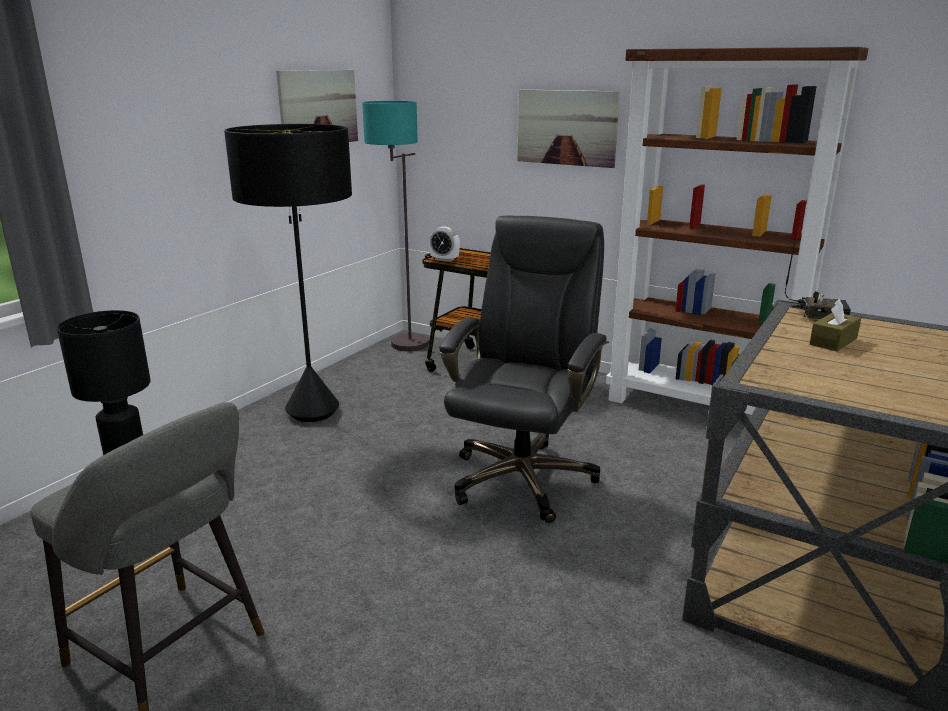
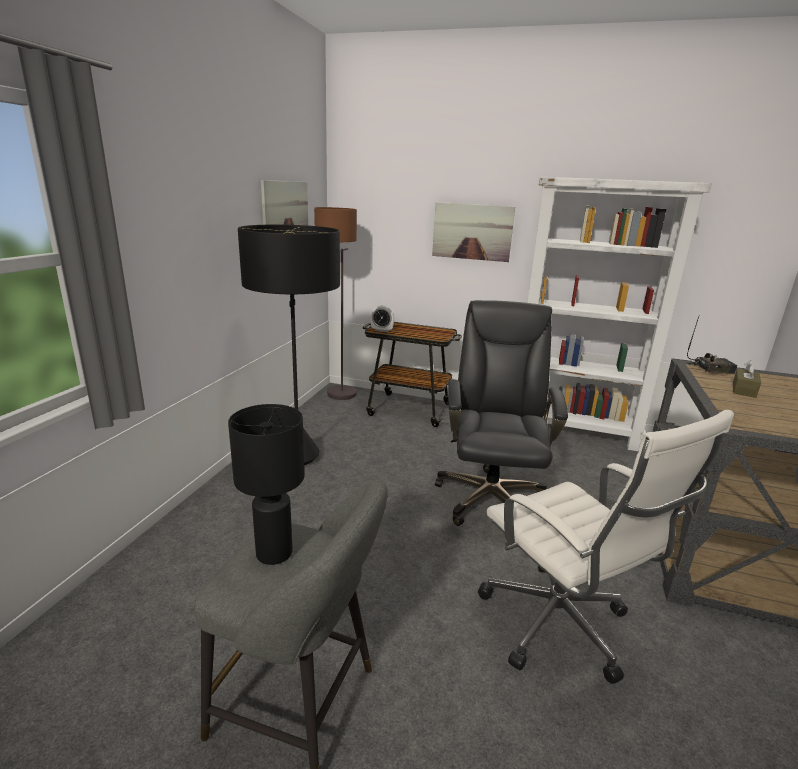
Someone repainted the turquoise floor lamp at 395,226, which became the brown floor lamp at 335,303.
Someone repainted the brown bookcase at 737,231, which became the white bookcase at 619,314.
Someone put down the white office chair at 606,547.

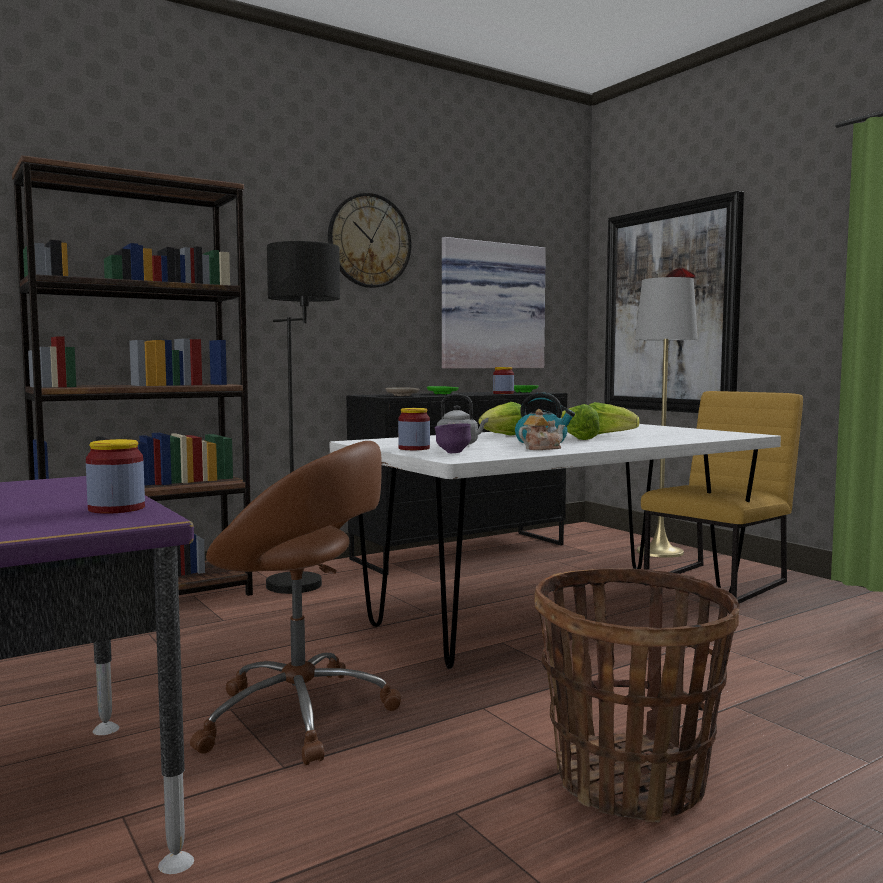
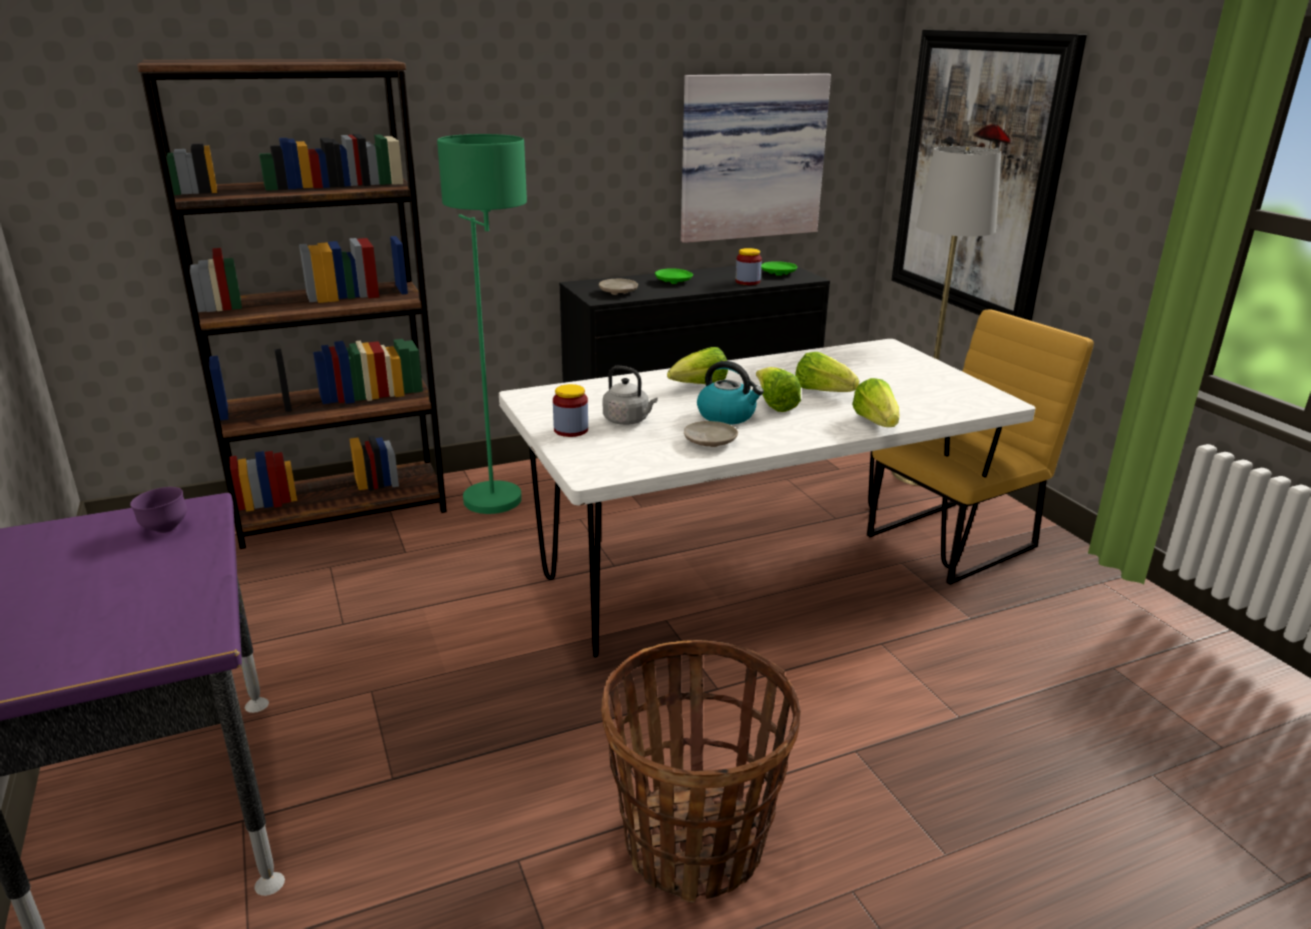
Someone took away the jar at 115,476.
Someone took away the brown office chair at 295,603.
Someone repainted the black floor lamp at 303,417, which became the green floor lamp at 482,324.
Someone took away the wall clock at 369,240.
Someone carried the purple bowl from 452,438 to 158,510.
Someone swapped the teapot at 542,429 for the beige plate at 711,434.
Someone put down the lettuce at 875,402.

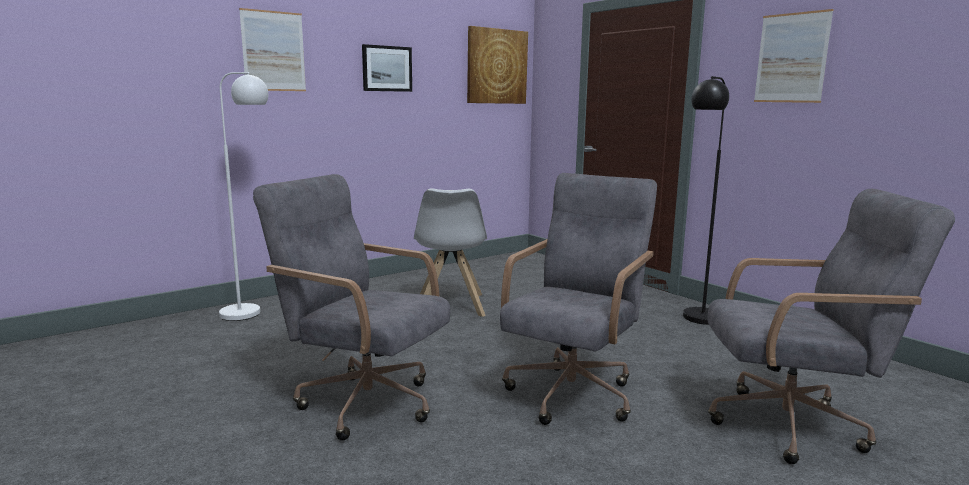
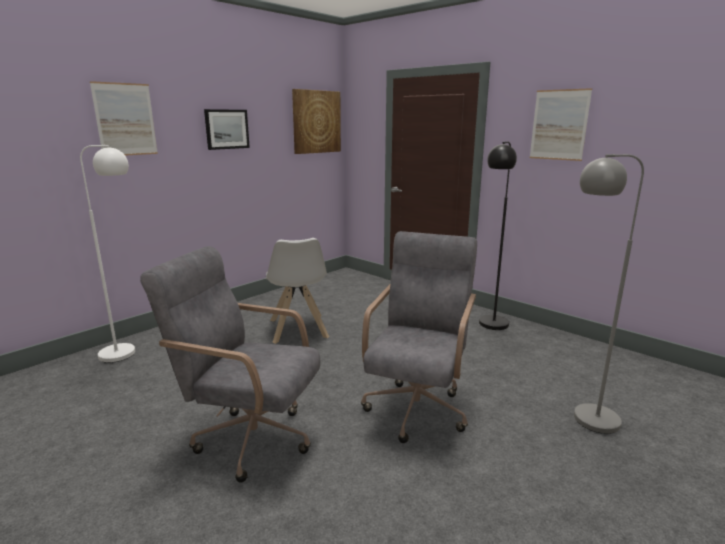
Someone swapped the grey office chair at 831,326 for the grey floor lamp at 609,294.

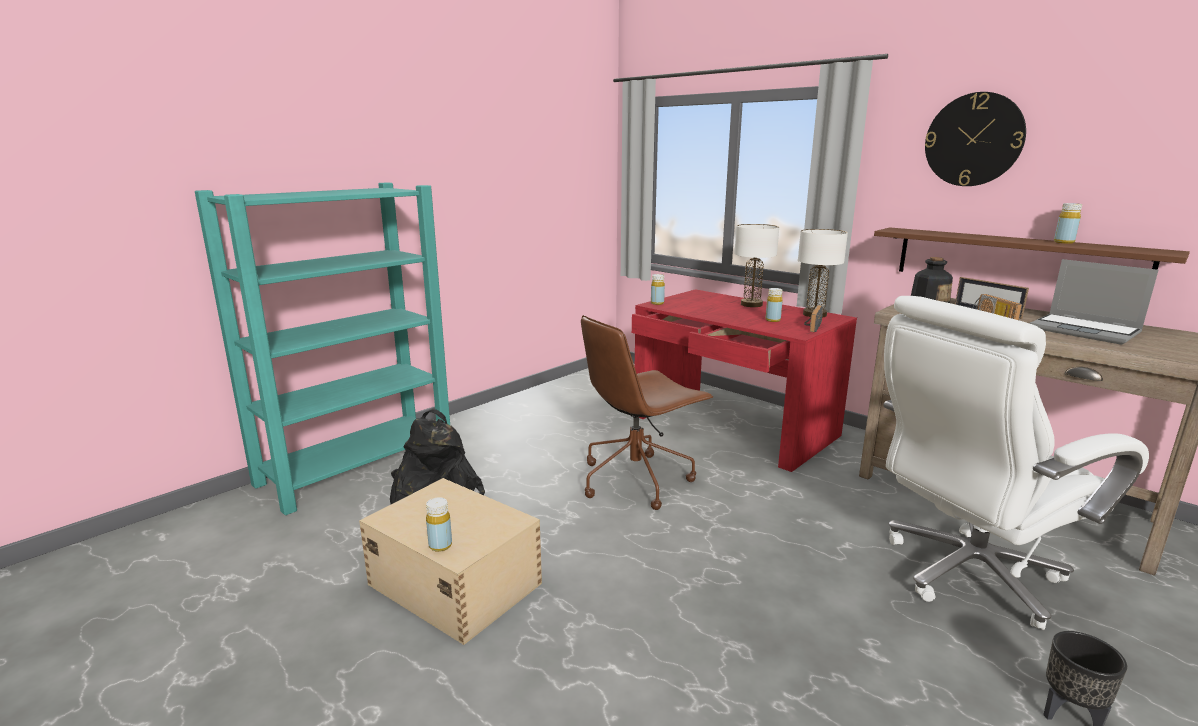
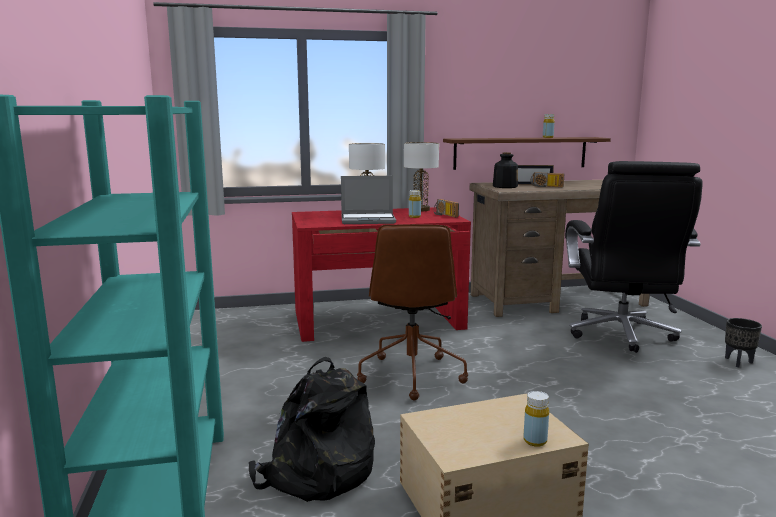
Someone took away the yellow bottle at 658,289.
Someone repainted the white office chair at 1016,463, which became the black office chair at 634,257.
Someone took away the wall clock at 975,139.
Someone carried the laptop from 1094,302 to 368,200.

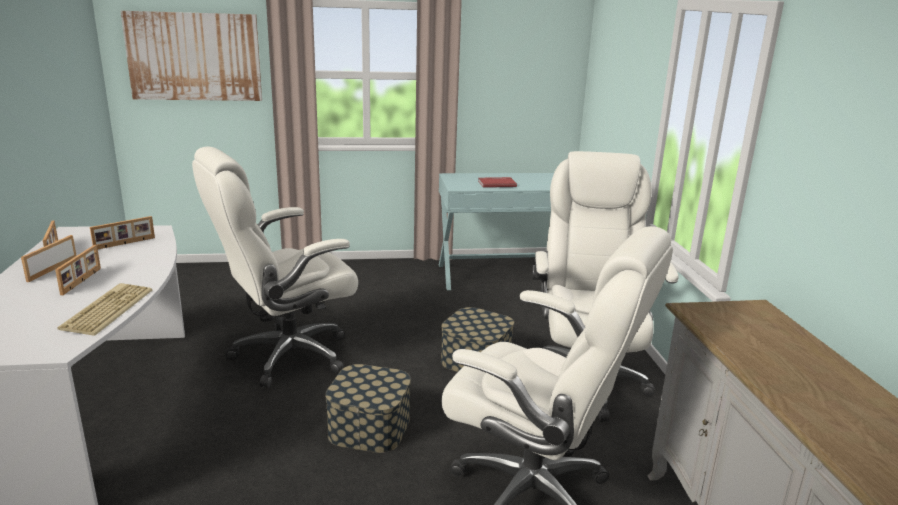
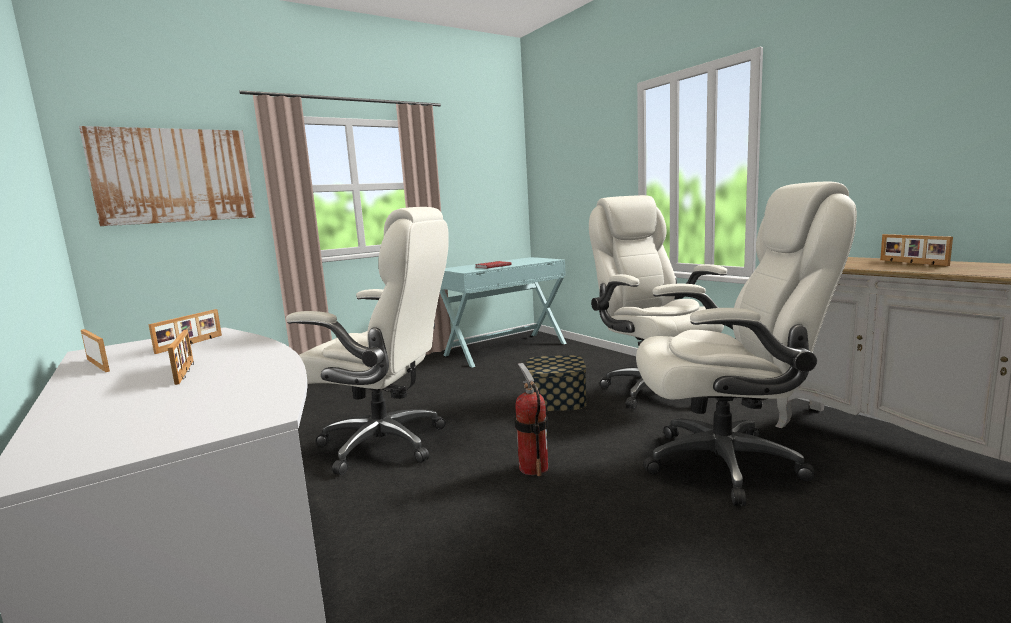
Someone carried the picture frame from 49,258 to 916,250.
Someone took away the keyboard at 104,309.
Someone rotated the white office chair at 275,267 by 105 degrees counterclockwise.
Someone swapped the storage box at 368,408 for the fire extinguisher at 531,419.

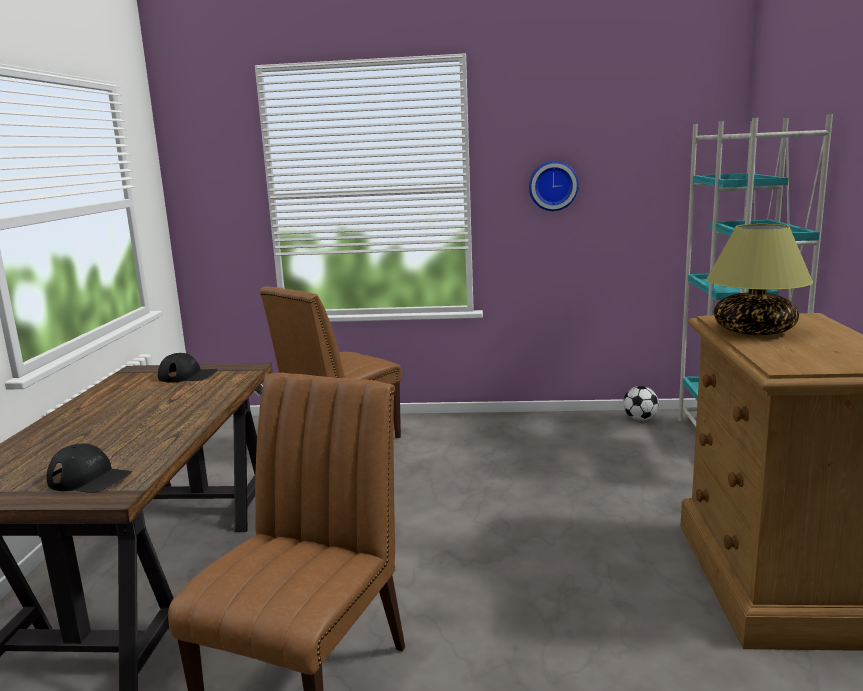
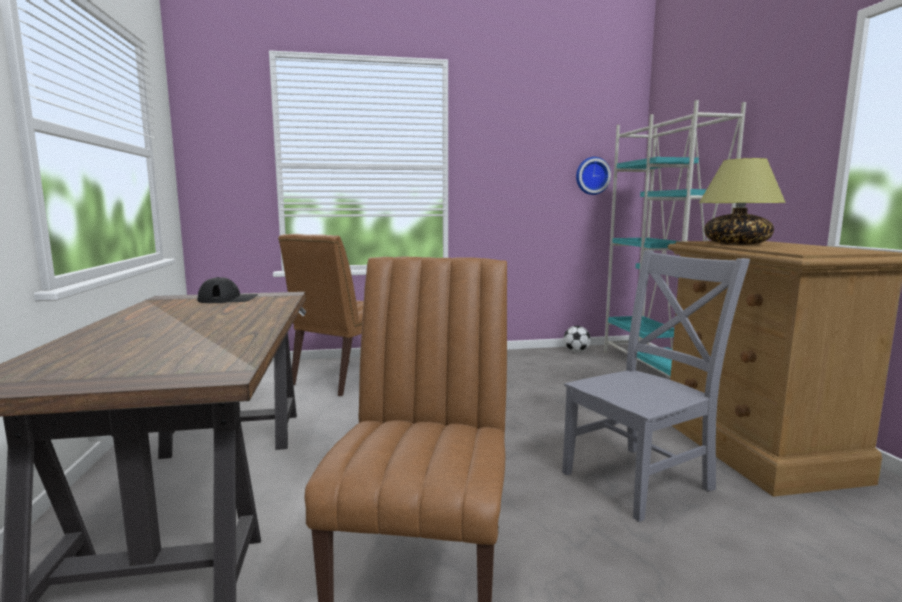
Someone took away the black cap at 89,468.
Someone carried the wall clock from 554,186 to 593,176.
Someone put down the grey chair at 656,386.

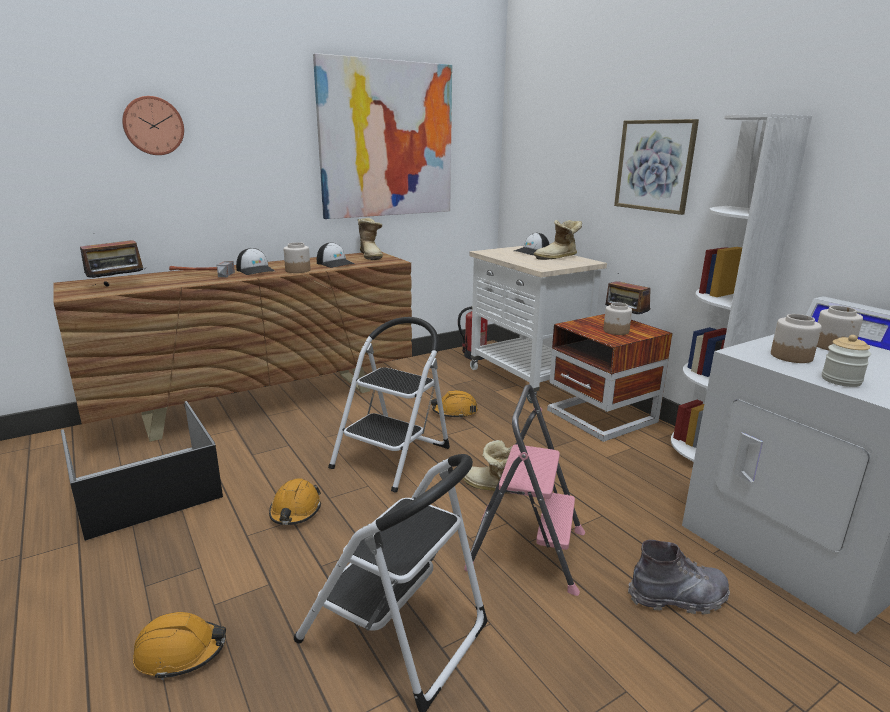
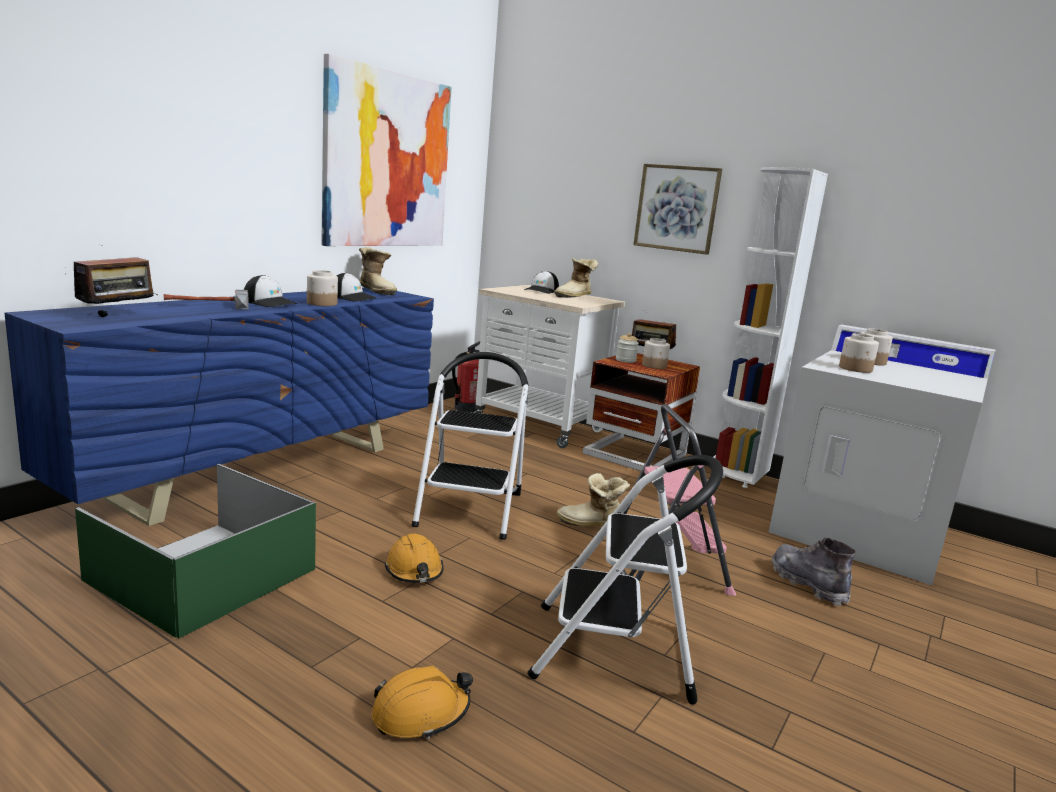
Someone repainted the brown cabinet at 232,347, which became the blue cabinet at 219,406.
Someone repainted the black storage box at 142,471, which became the green storage box at 195,551.
Someone took away the wall clock at 153,125.
Someone took away the orange hard hat at 454,404.
Someone rotated the grey boot at 679,577 by 90 degrees counterclockwise.
Someone carried the jar from 846,361 to 627,348.

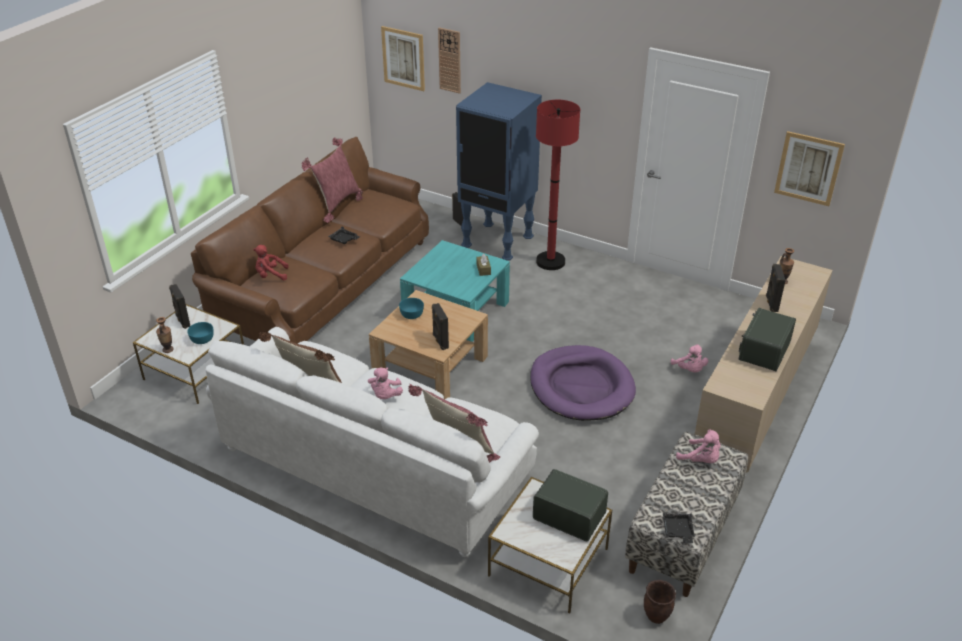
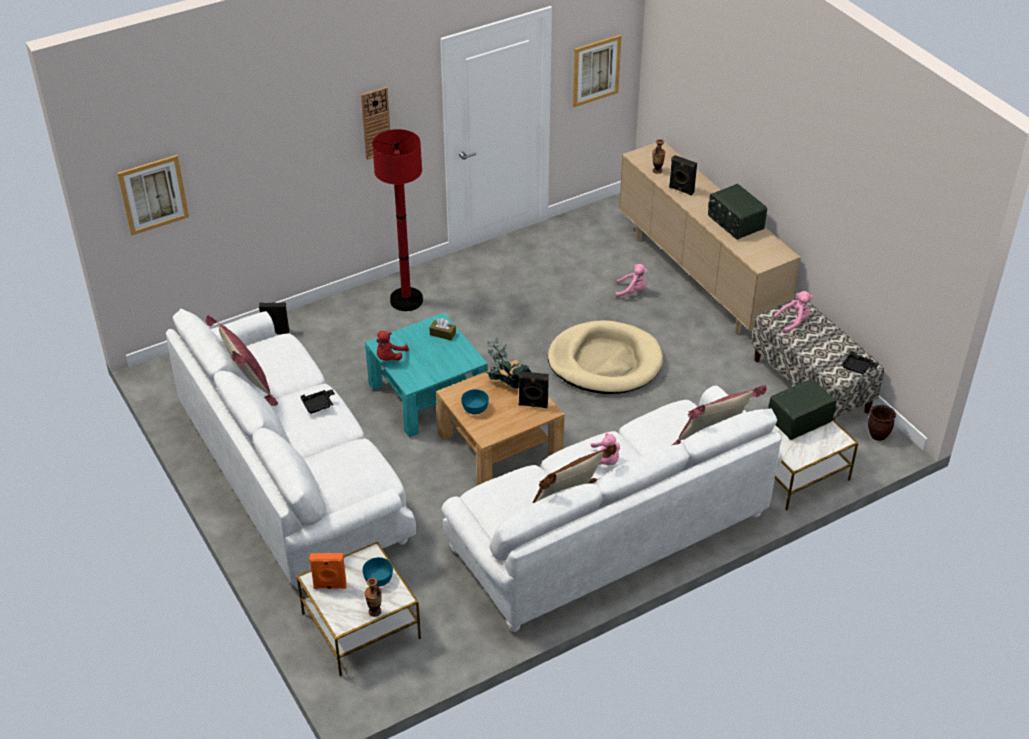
Someone repainted the black speaker at 179,306, which became the orange speaker at 327,571.
Someone repainted the brown sofa at 310,240, which became the white sofa at 291,448.
Someone carried the red plush toy from 271,262 to 392,346.
Someone carried the wall clock from 449,60 to 375,123.
Someone took away the blue cabinet at 499,171.
Someone repainted the purple dog bed at 583,383, which became the beige dog bed at 605,357.
Someone put down the potted plant at 508,363.

